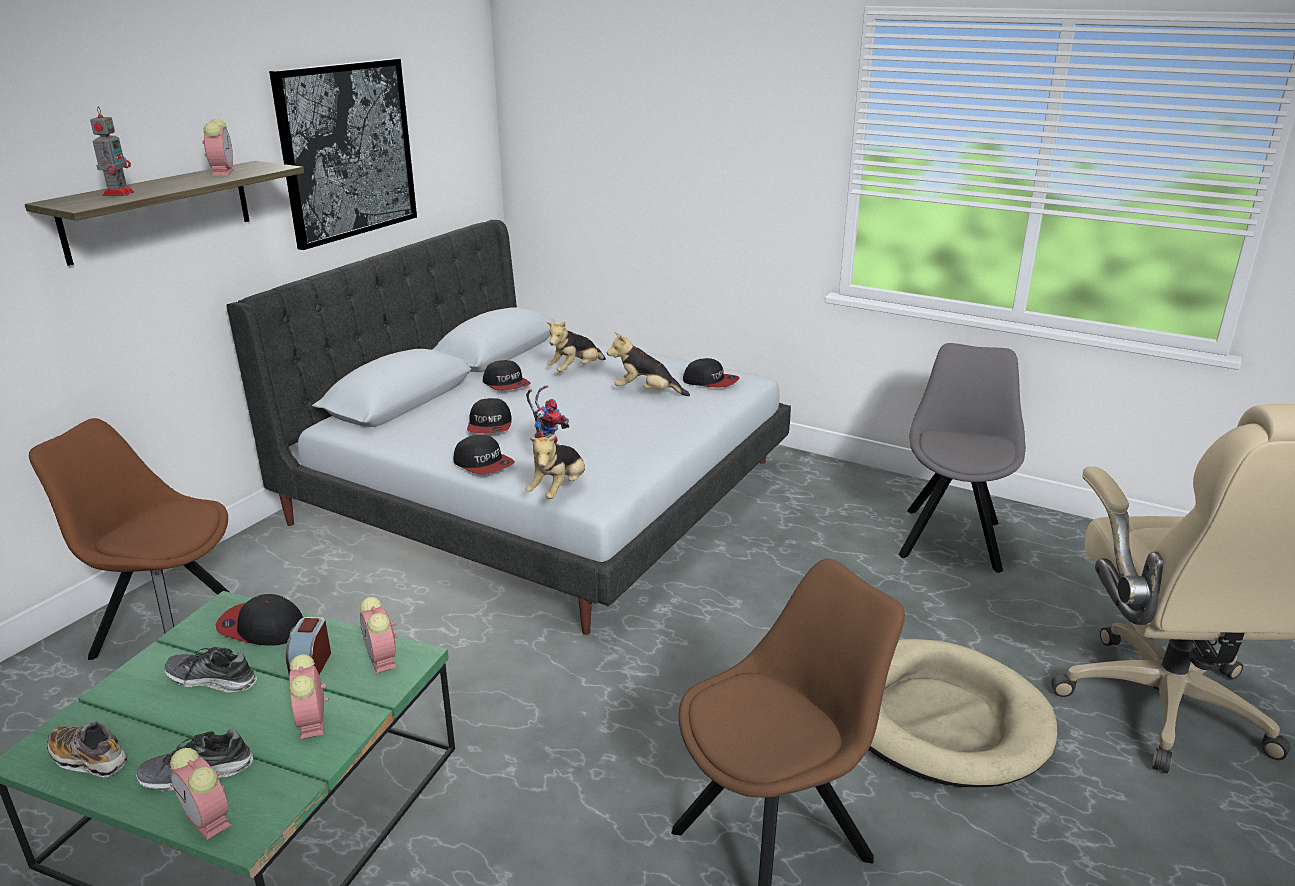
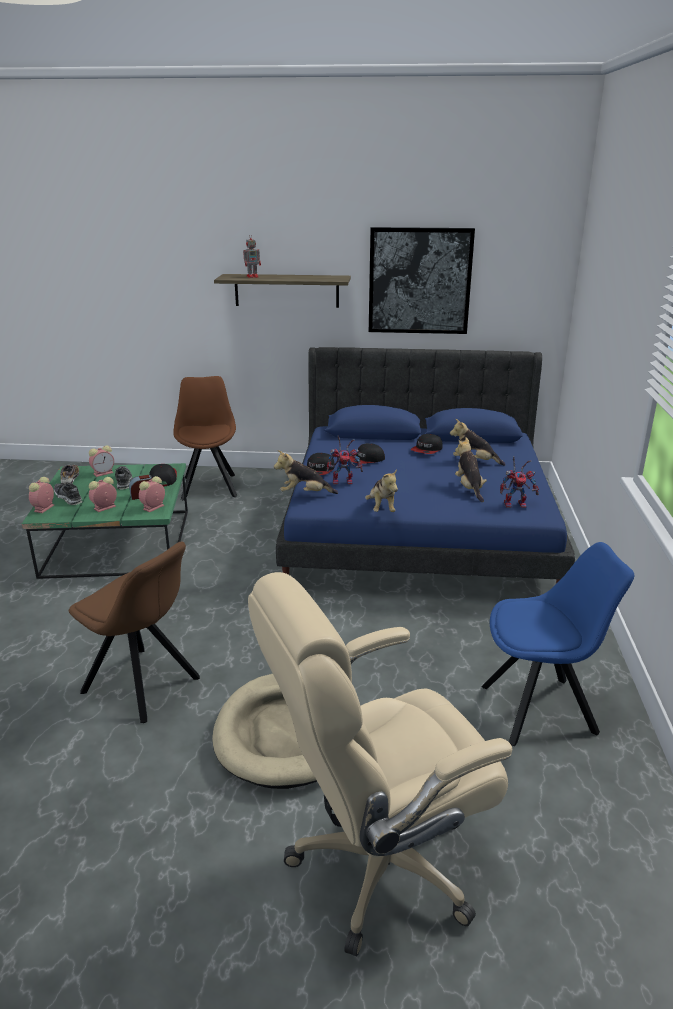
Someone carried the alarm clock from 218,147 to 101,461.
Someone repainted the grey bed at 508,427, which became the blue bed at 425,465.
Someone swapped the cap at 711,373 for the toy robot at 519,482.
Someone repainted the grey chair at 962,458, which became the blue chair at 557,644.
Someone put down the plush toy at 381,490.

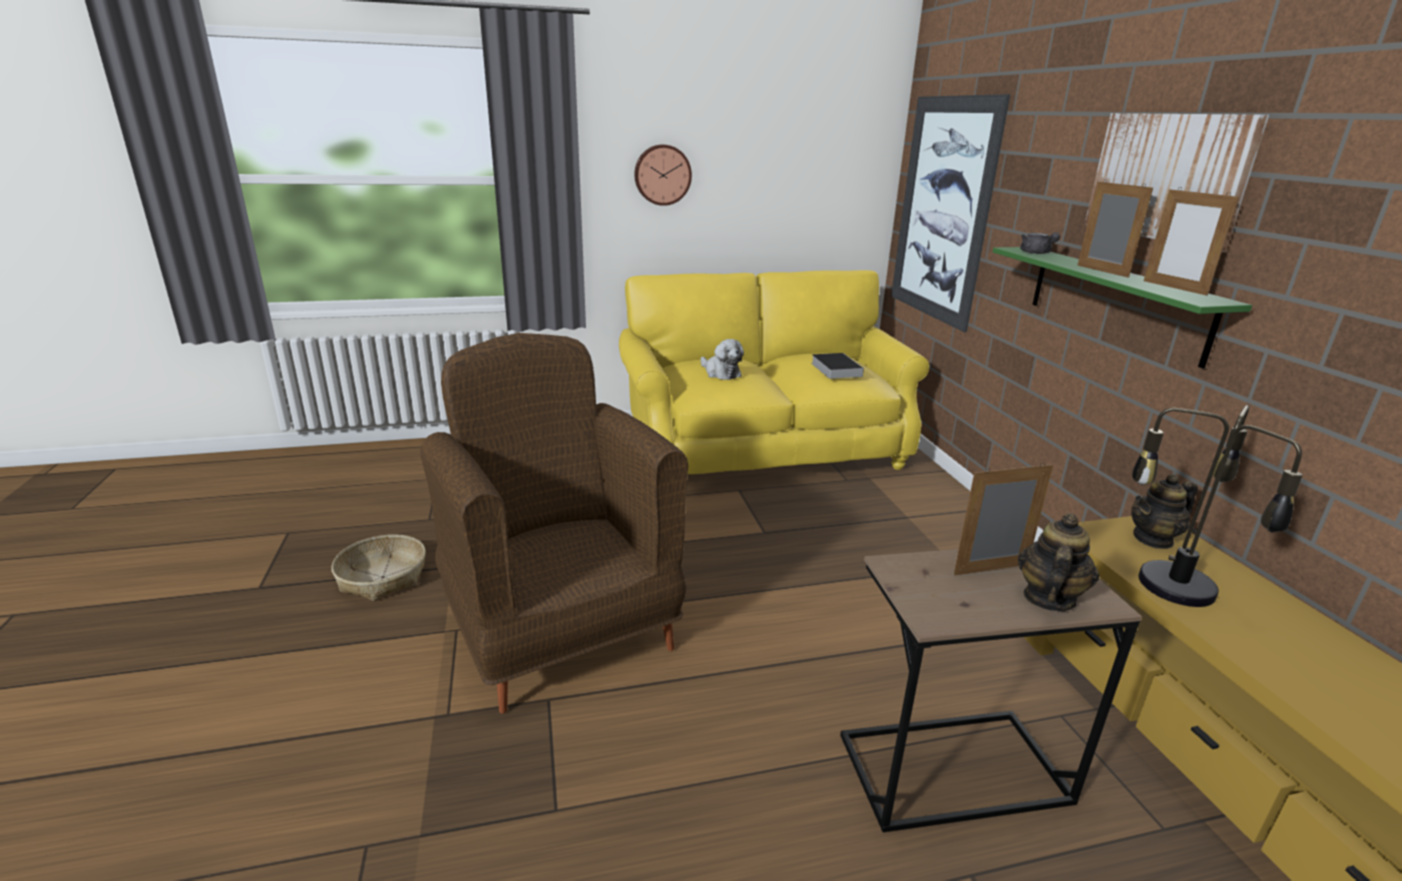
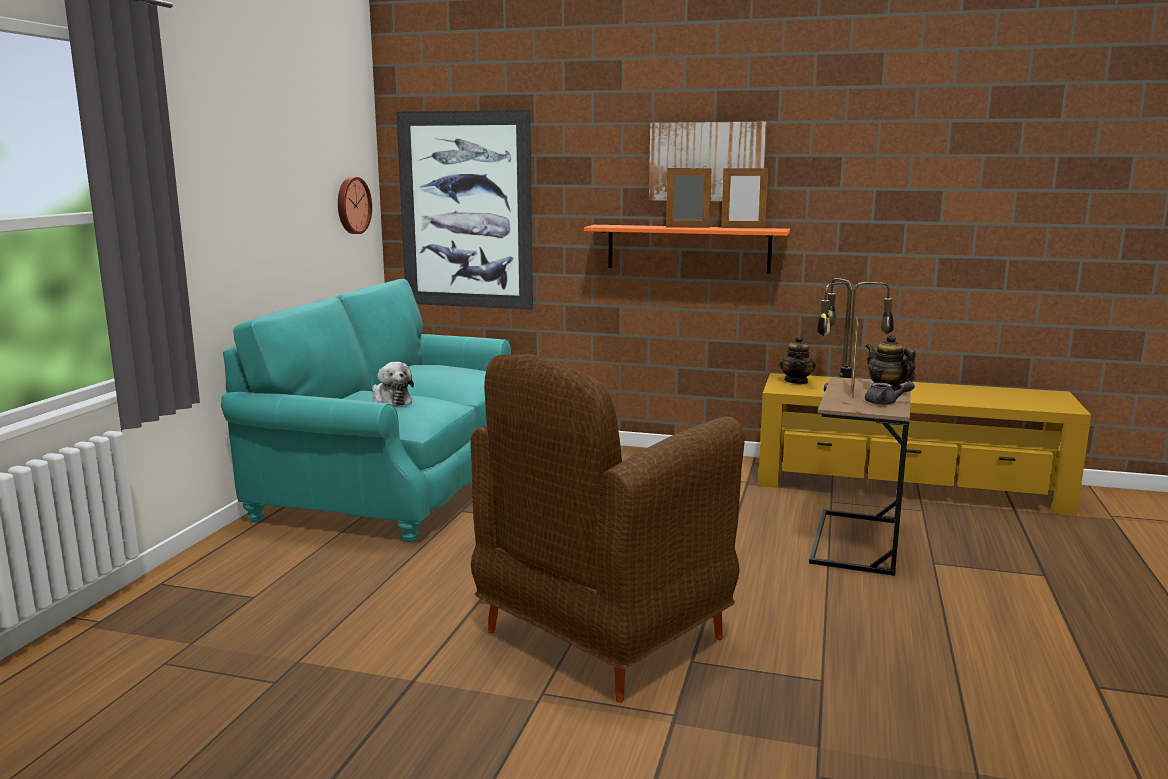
Someone took away the basket at 379,567.
Someone rotated the brown armchair at 554,523 by 45 degrees counterclockwise.
Someone repainted the yellow sofa at 774,372, which became the turquoise sofa at 366,411.
Someone carried the wall clock from 663,175 to 355,205.
Someone rotated the plush toy at 722,359 by 60 degrees clockwise.
Someone took away the book at 837,366.
Someone repainted the green shelf at 1122,308, which became the orange shelf at 687,249.
Someone carried the grey teapot from 1040,243 to 890,393.

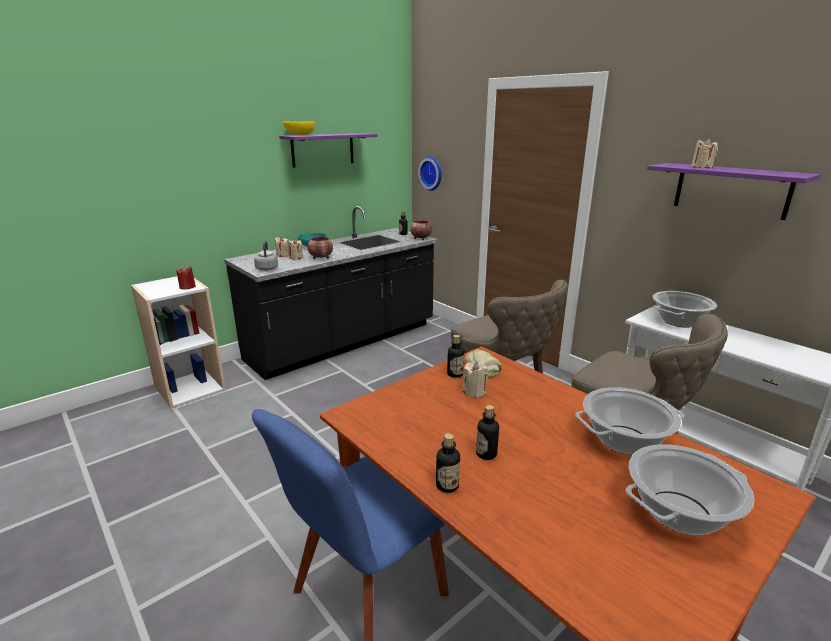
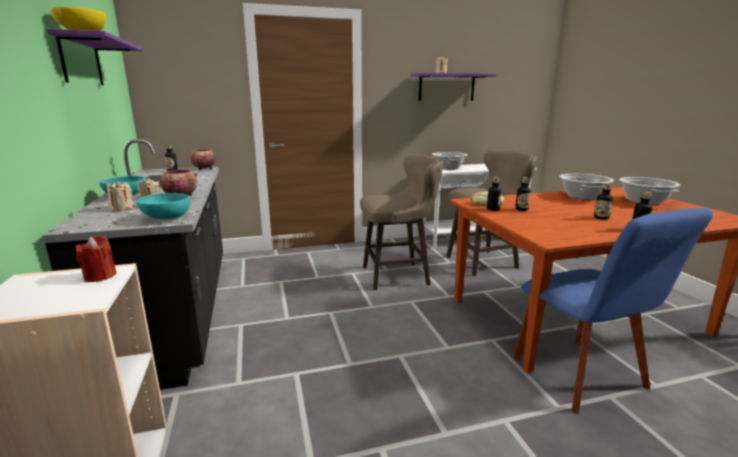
Someone swapped the grey kettle at 266,256 for the turquoise bowl at 163,206.
Someone took away the wall clock at 430,173.
Someone swapped the beige candle at 475,380 for the bottle at 523,194.

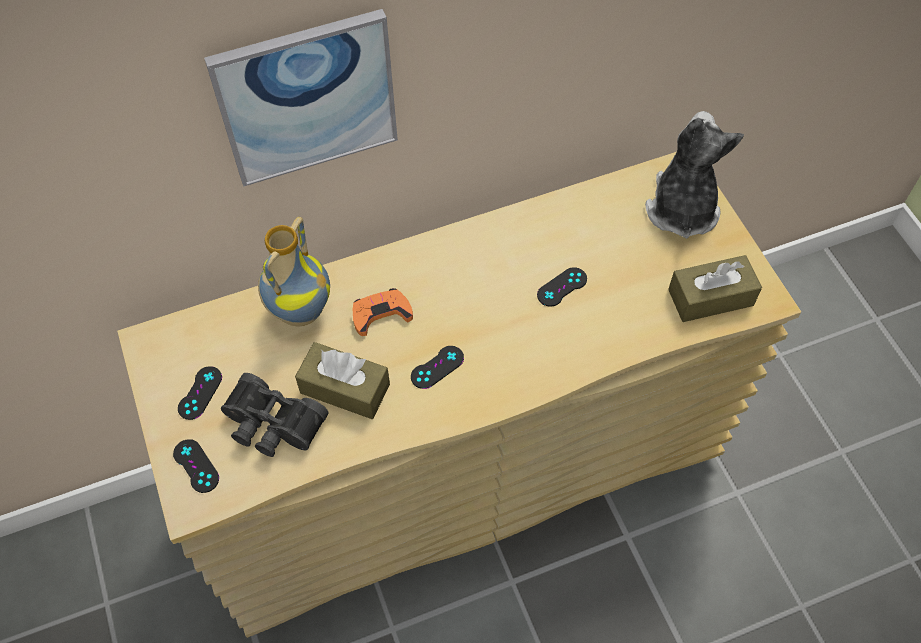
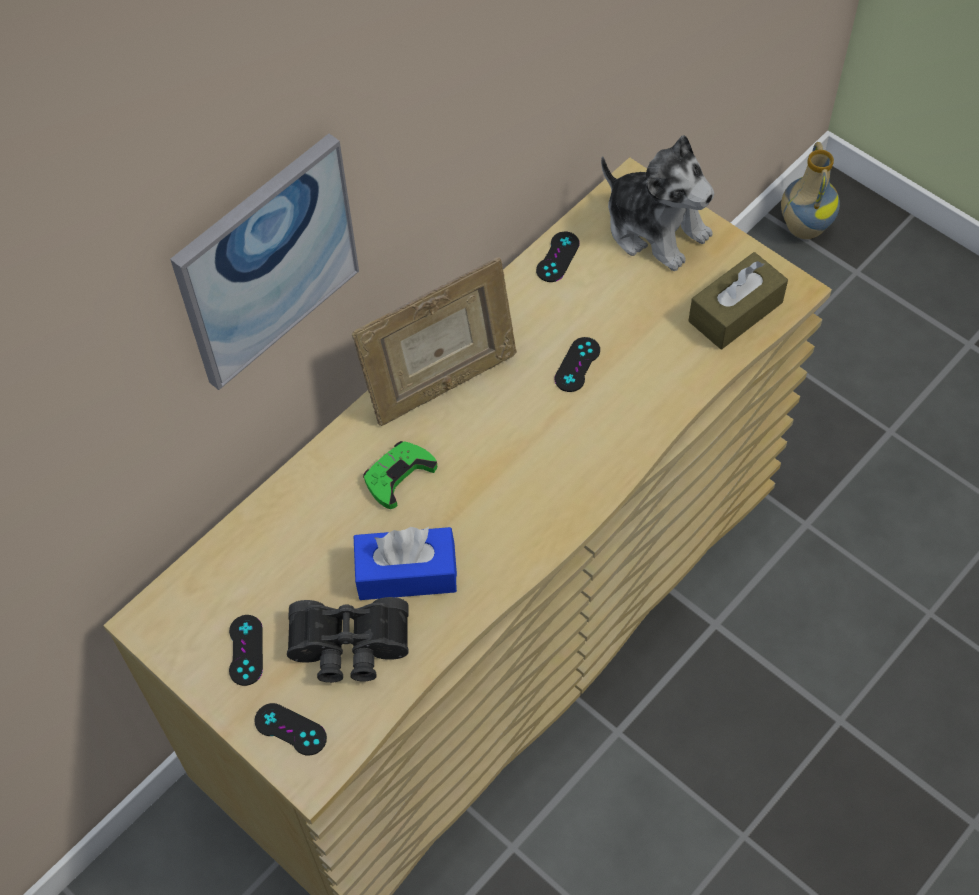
Someone carried the vase from 294,271 to 810,190.
Someone repainted the brown tissue box at 342,380, which became the blue tissue box at 405,563.
Someone repainted the orange game controller at 383,312, which became the green game controller at 400,475.
Someone carried the black game controller from 437,367 to 558,257.
Someone rotated the plush toy at 694,175 by 150 degrees clockwise.
Someone put down the picture frame at 434,341.

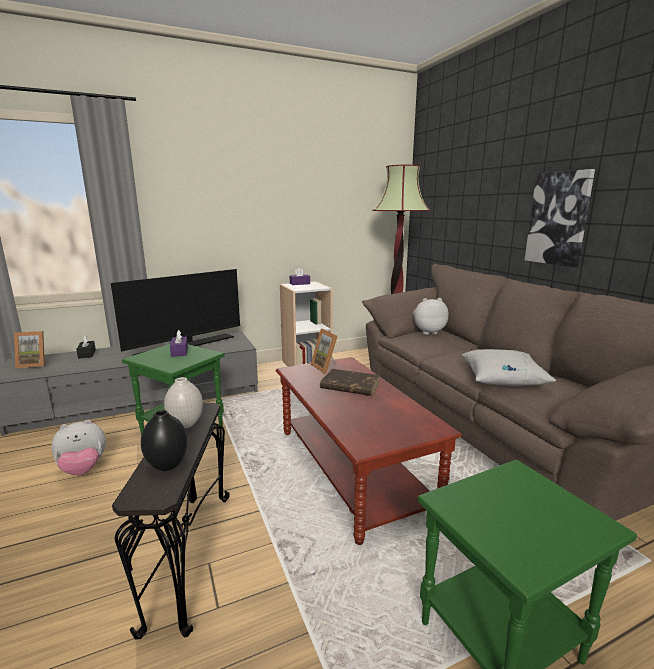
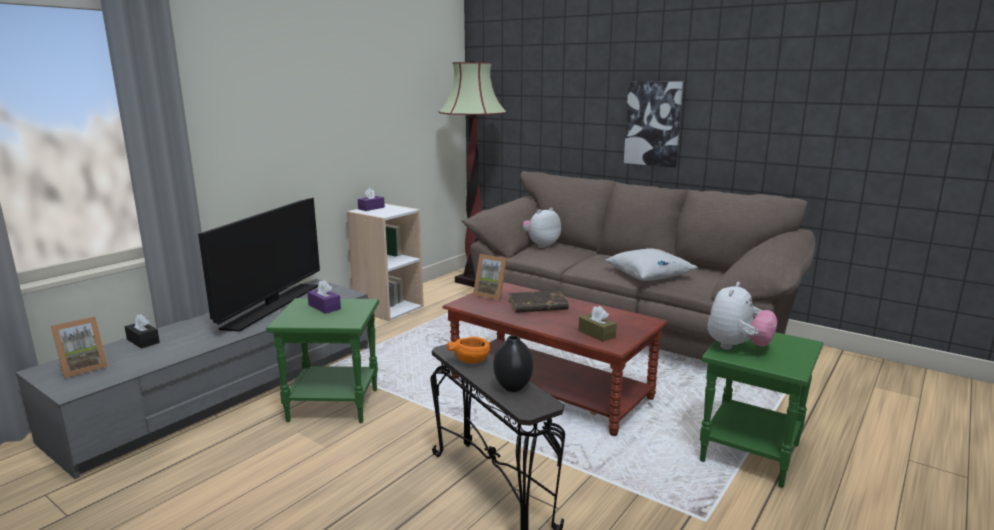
Someone carried the plush toy from 79,448 to 742,316.
Someone swapped the white vase at 183,403 for the orange bowl at 468,350.
Someone put down the brown tissue box at 598,324.

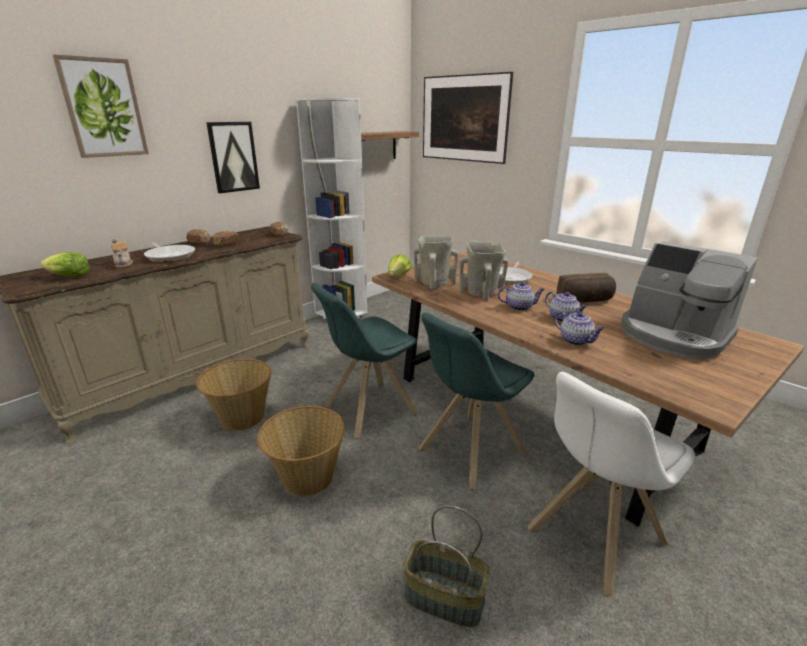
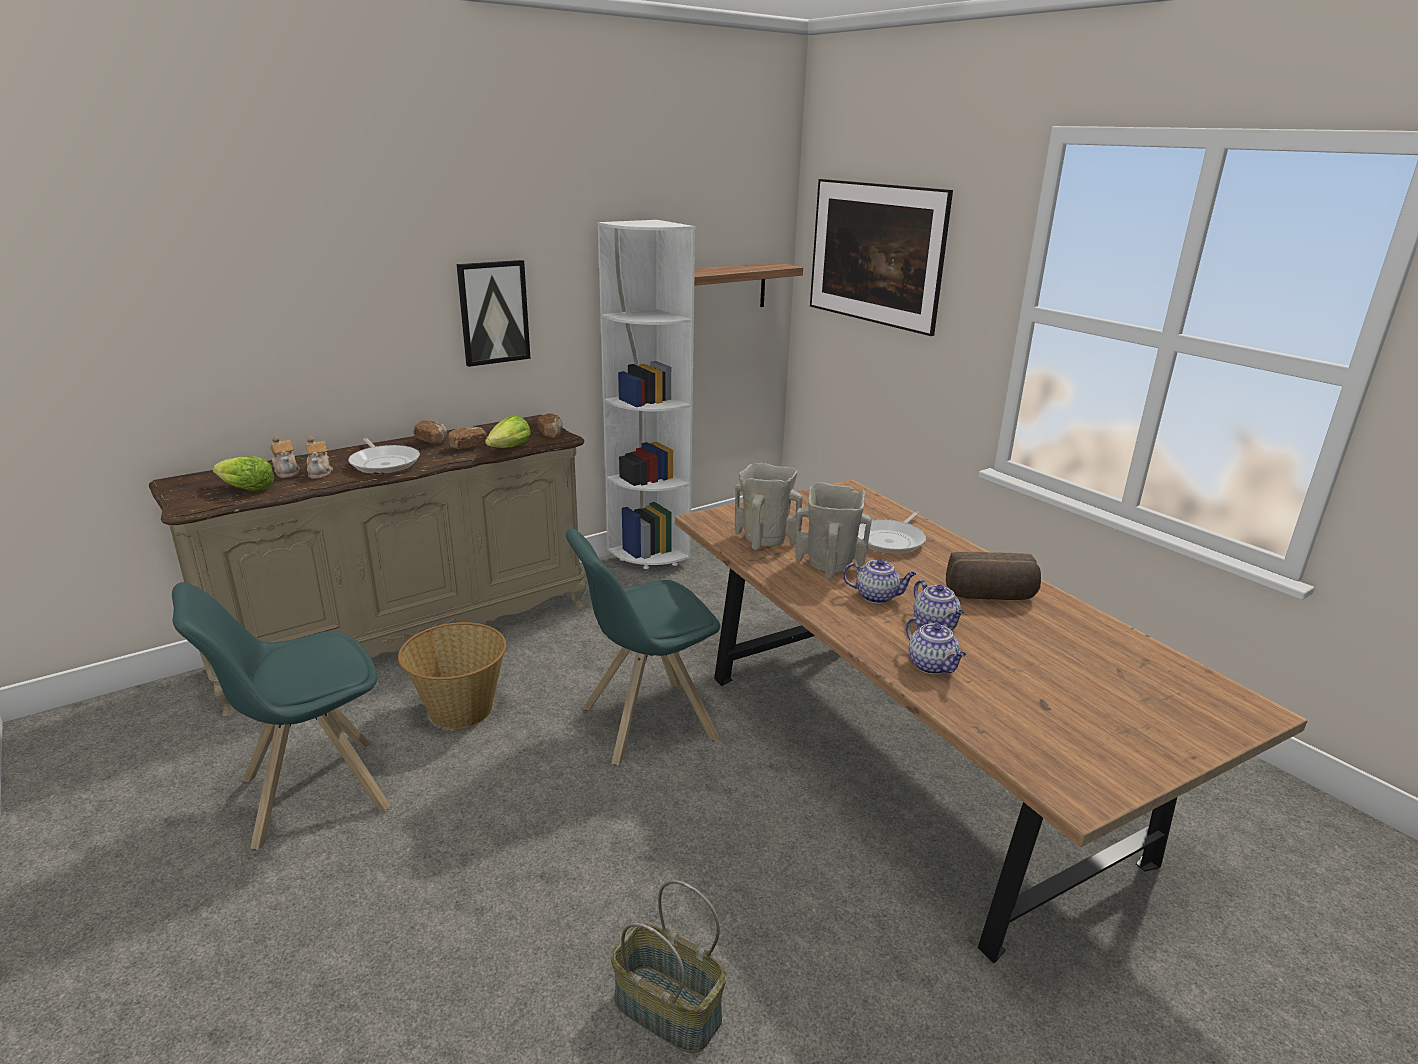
Someone took away the picture at 101,106.
Someone took away the basket at 301,451.
Someone carried the lettuce from 400,265 to 508,431.
Someone carried the turquoise chair from 477,401 to 281,716.
Someone took away the white chair at 611,484.
Someone took away the coffee machine at 689,300.
Someone put down the teapot at 285,457.

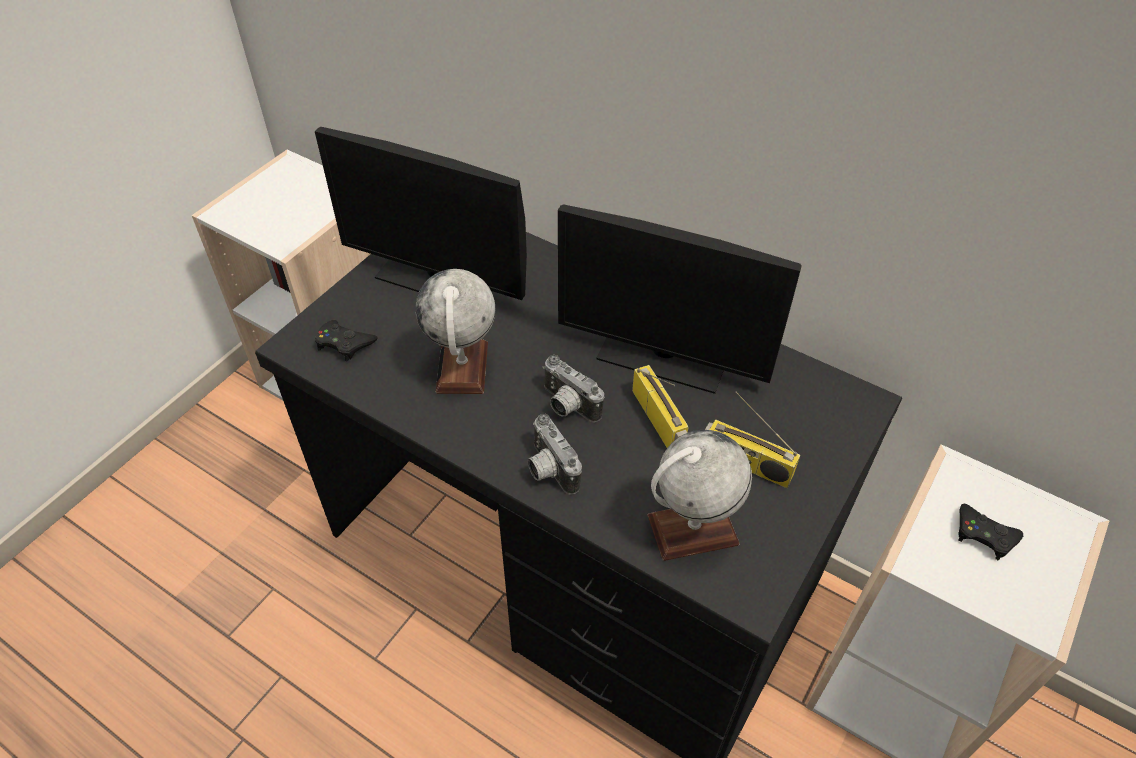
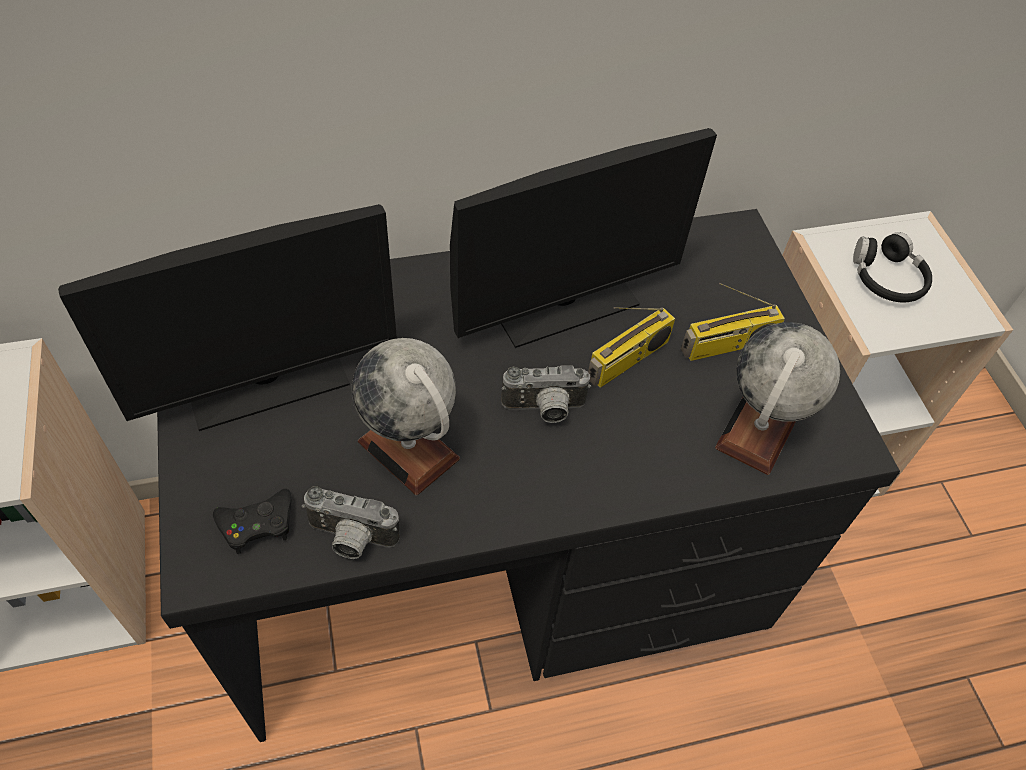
Someone carried the photo camera from 555,454 to 351,522.
Someone rotated the radio at 660,406 by 120 degrees clockwise.
Someone swapped the black game controller at 990,532 for the black headphones at 892,267.

